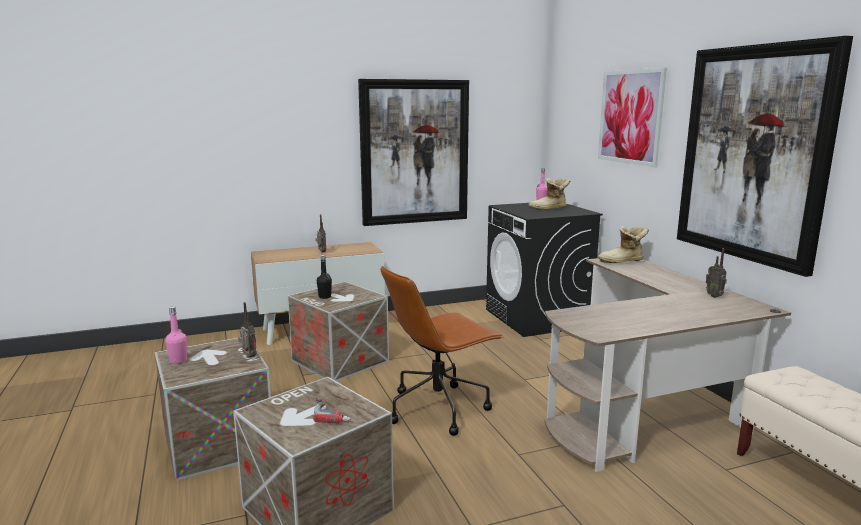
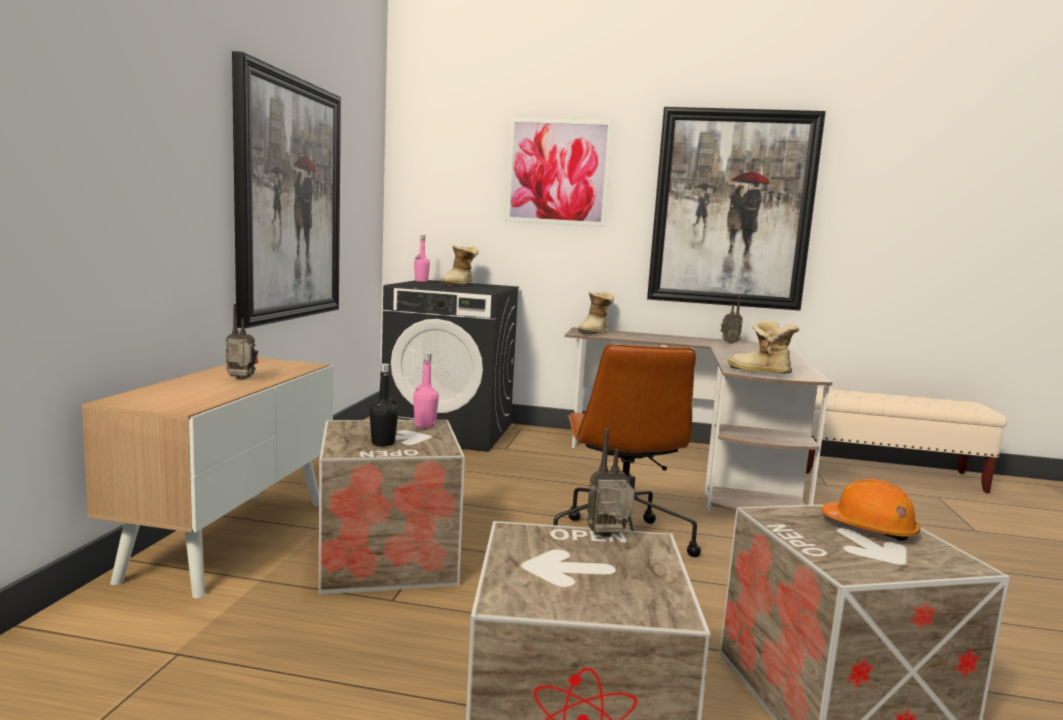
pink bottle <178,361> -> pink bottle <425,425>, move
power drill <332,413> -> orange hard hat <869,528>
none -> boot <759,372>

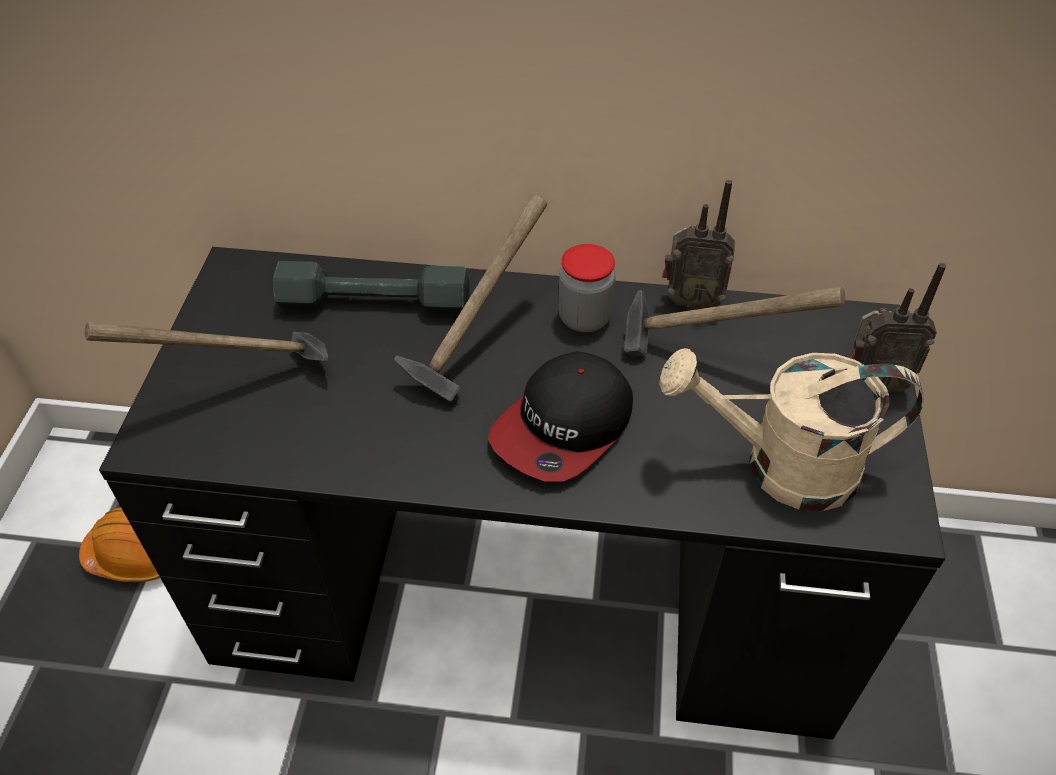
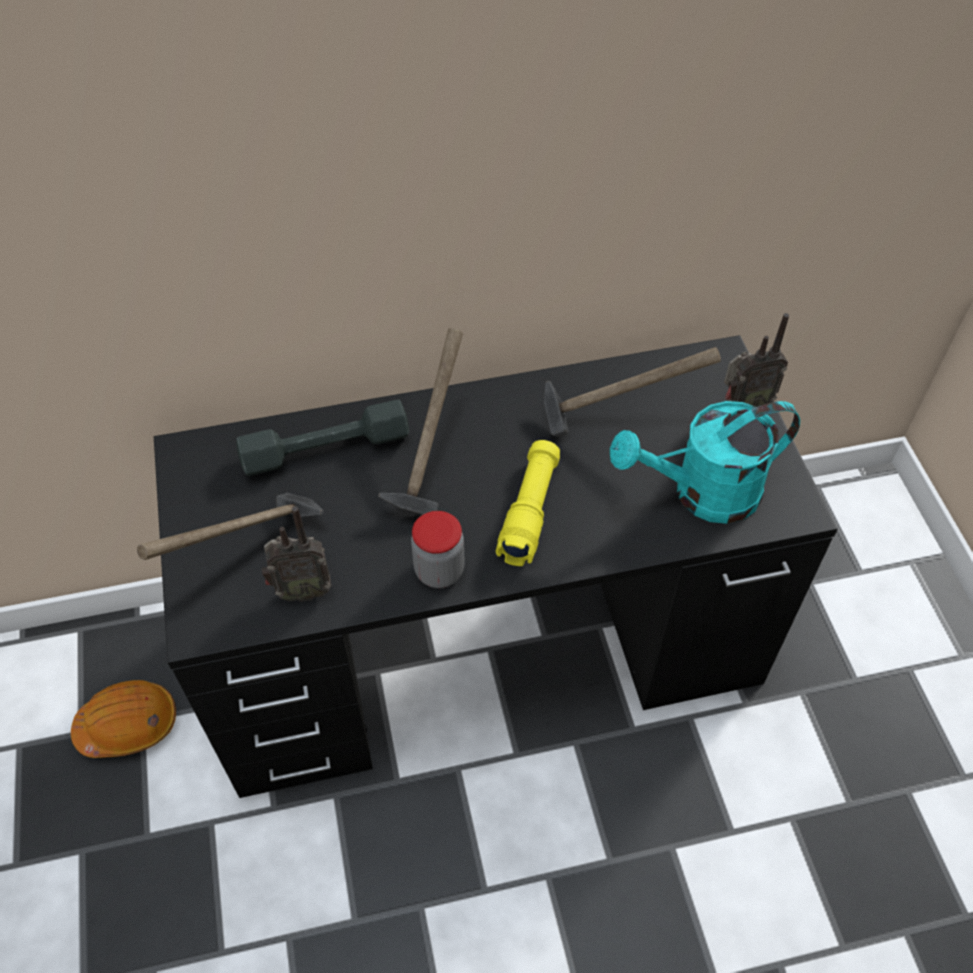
radio <690,301> -> radio <302,590>, move
jar <584,318> -> jar <439,570>, move
beige watering can <780,466> -> turquoise watering can <702,494>
cap <564,427> -> yellow flashlight <529,511>

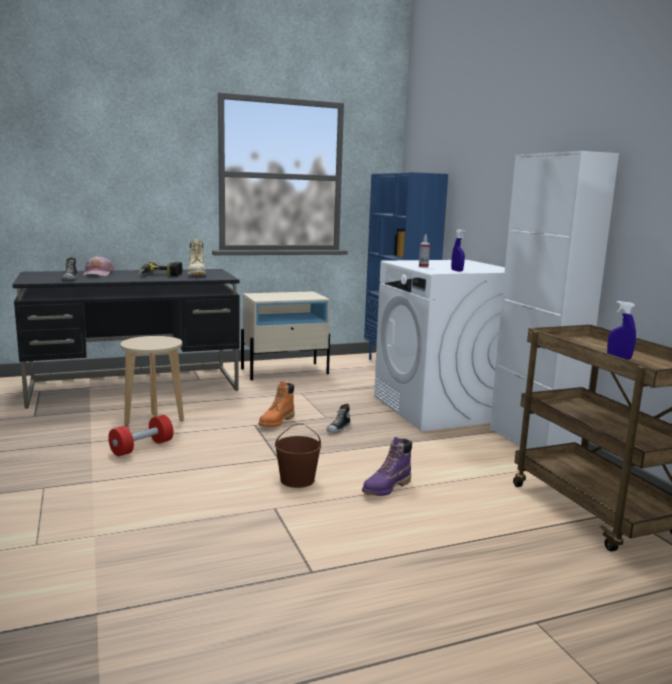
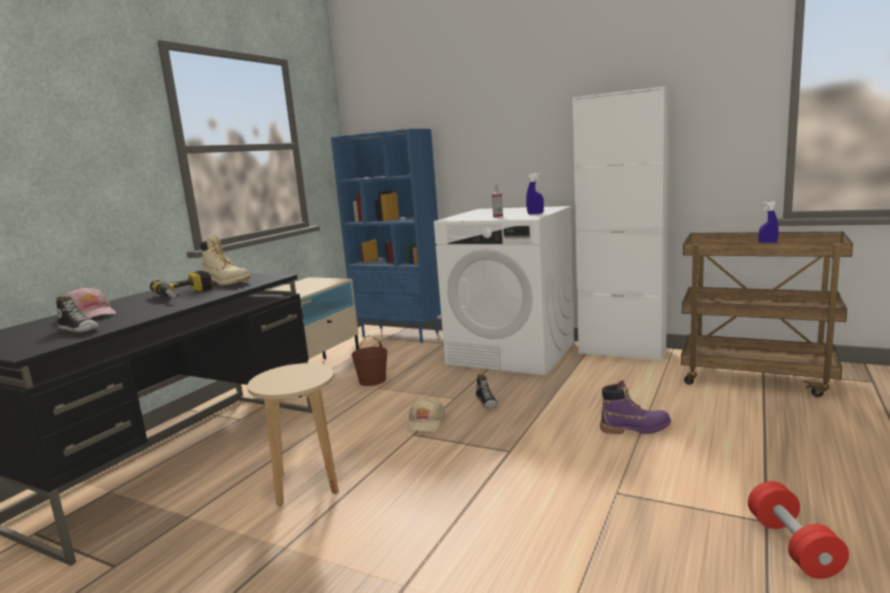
orange boot <276,422> -> beige cap <425,422>
red dumbbell <142,447> -> red dumbbell <792,546>, move
brown bucket <298,479> -> brown bucket <372,380>, move
purple boot <386,488> -> purple boot <635,428>, 90 degrees counterclockwise

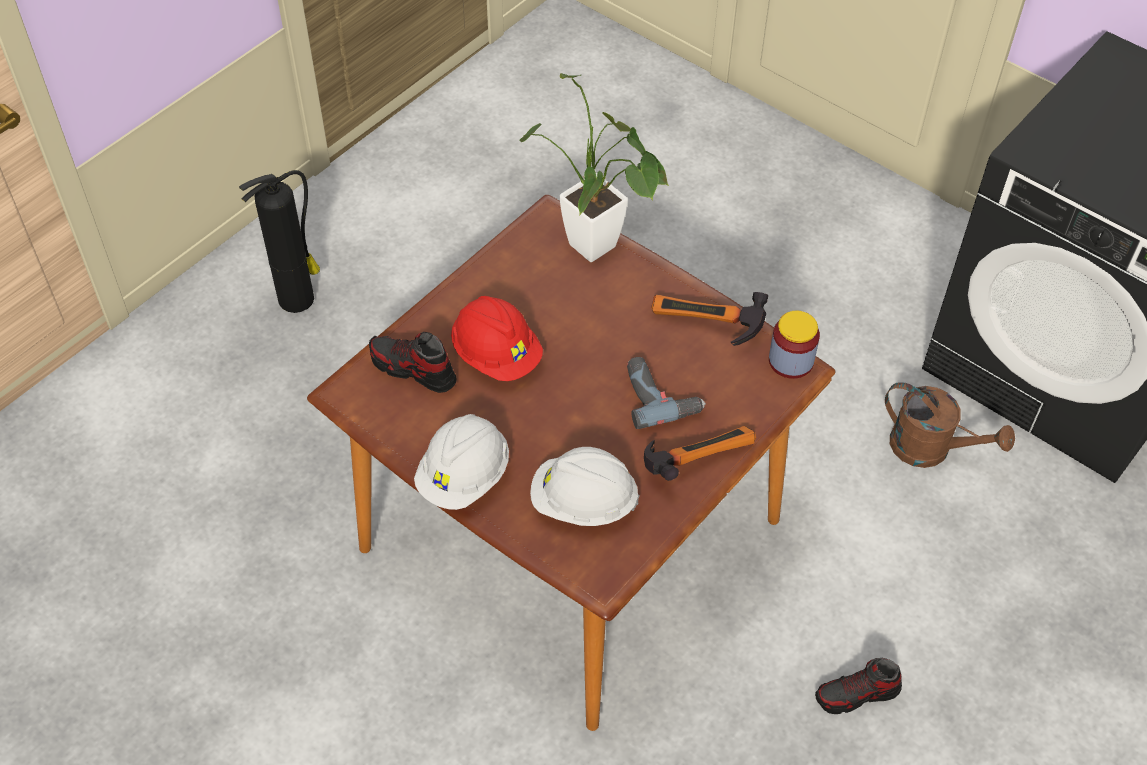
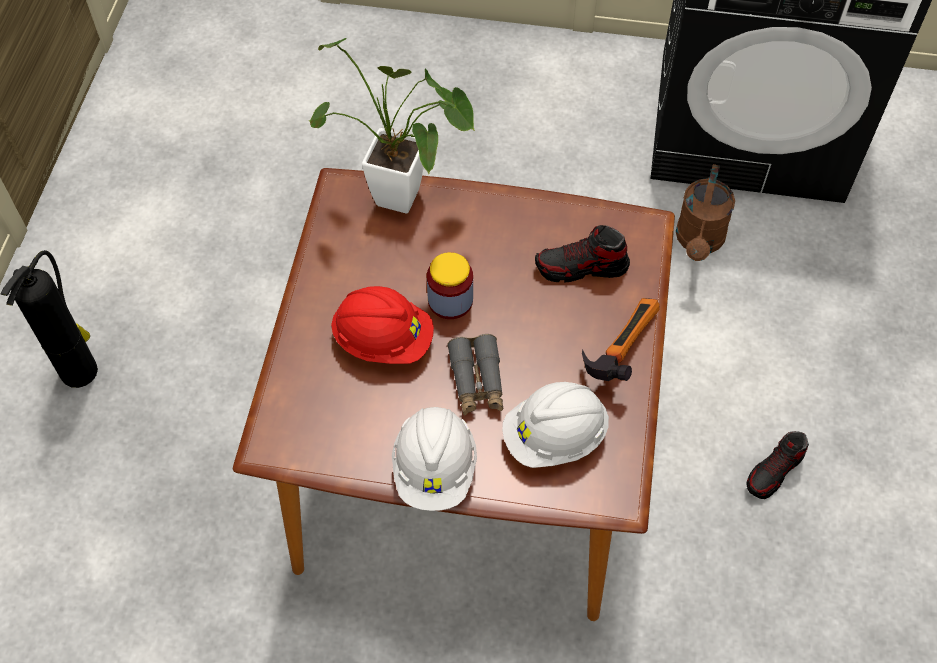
hammer <705,329> -> none
jar <791,361> -> jar <450,301>, move
shoe <413,369> -> shoe <581,268>, move
power drill <660,395> -> none
brown watering can <931,449> -> brown watering can <699,242>, 105 degrees clockwise
none -> grey binoculars <477,381>

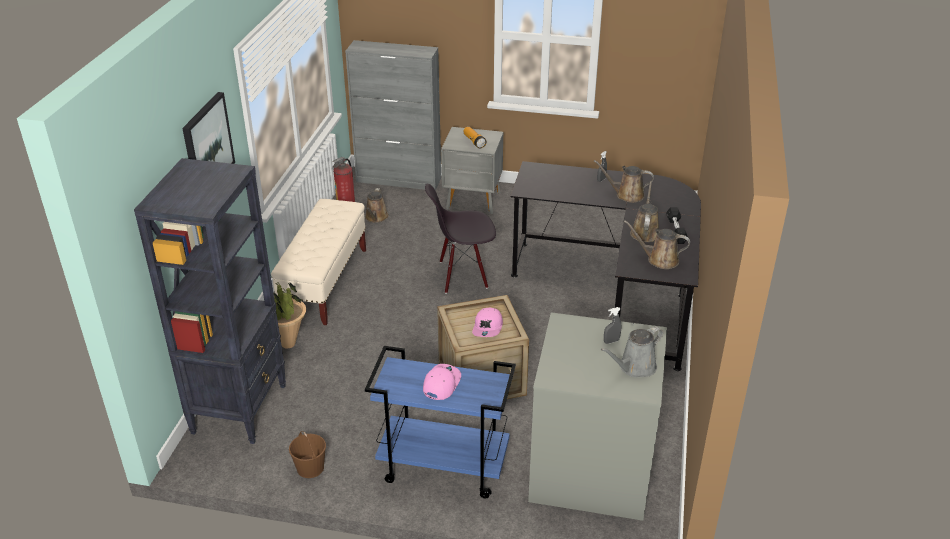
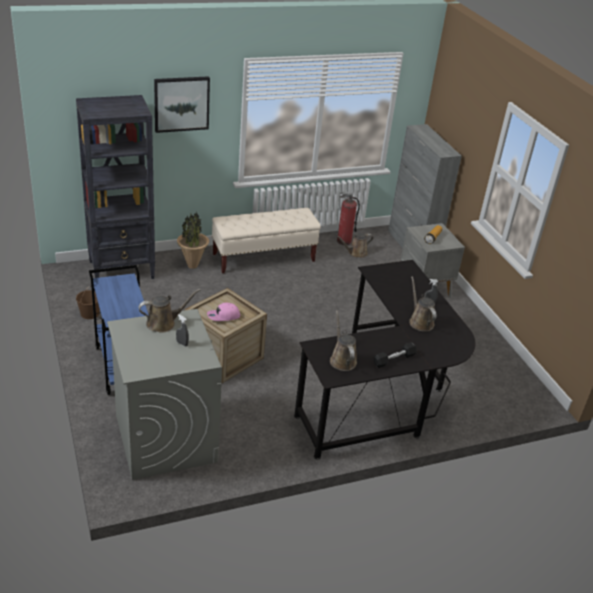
brown watering can <644,232> -> brown watering can <163,323>, move
black chair <462,275> -> none
grey watering can <634,367> -> none
pink cap <441,384> -> none

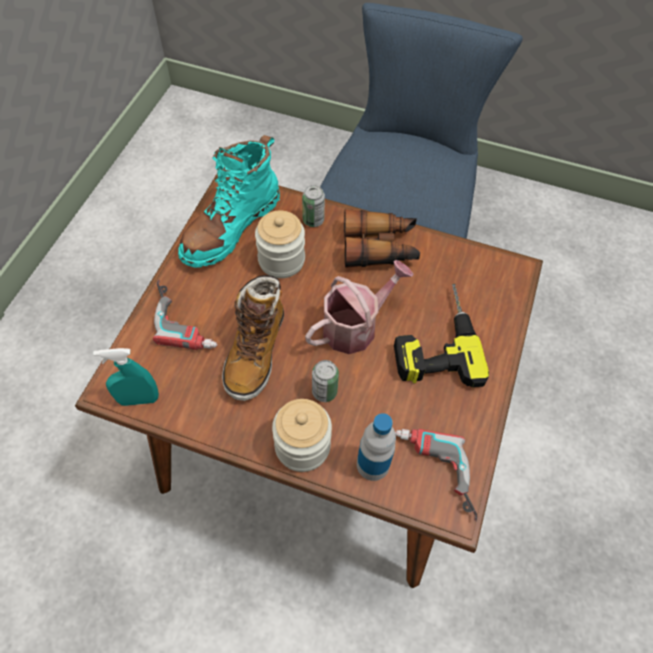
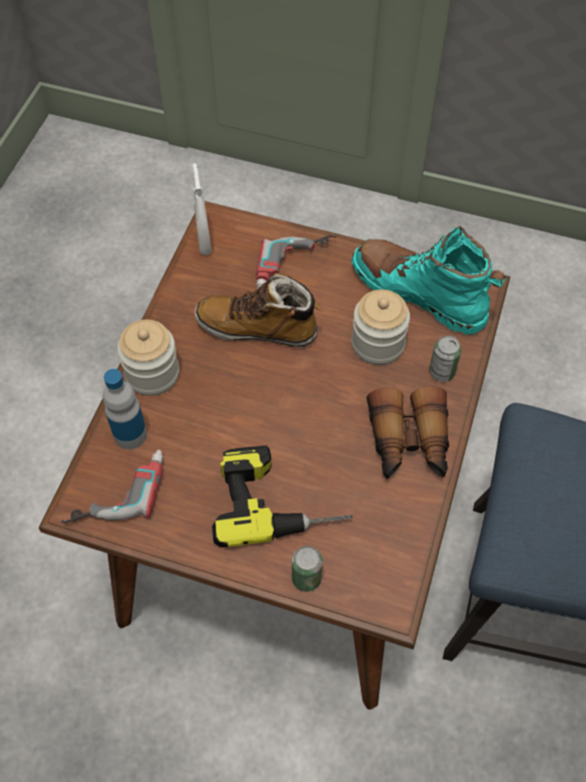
watering can <355,326> -> none
turquoise spray bottle <139,399> -> white spray bottle <204,242>
can <324,391> -> can <306,578>, move

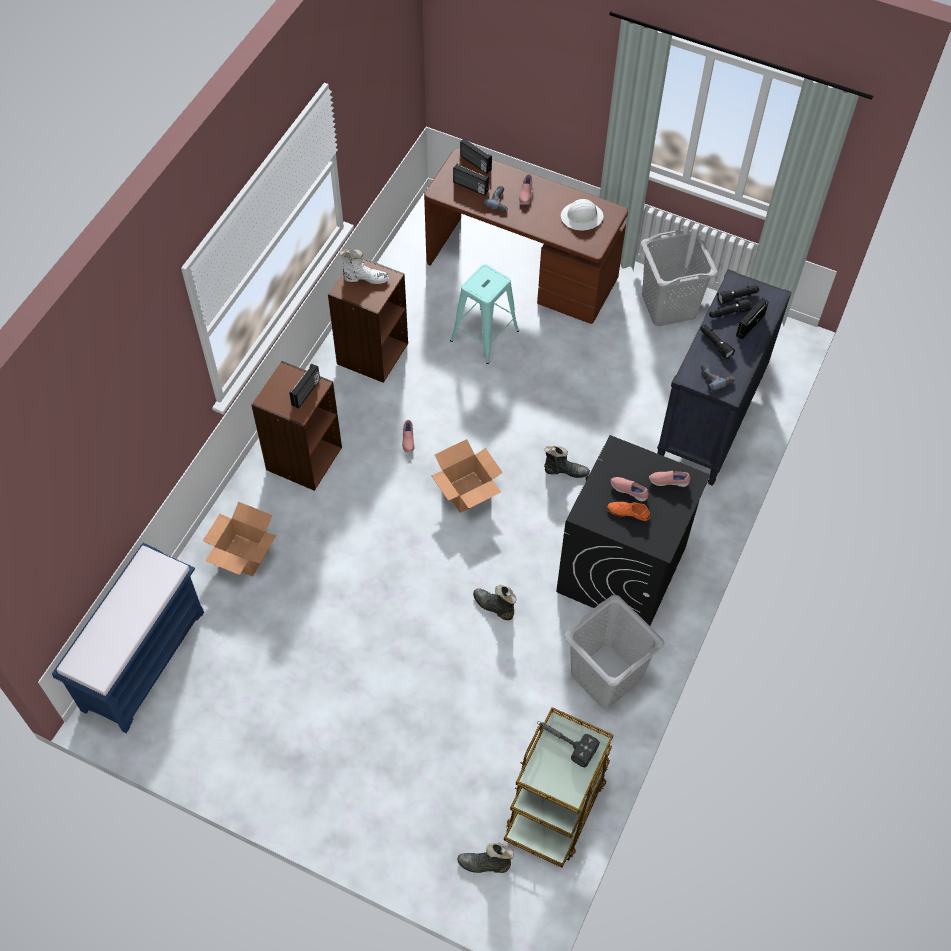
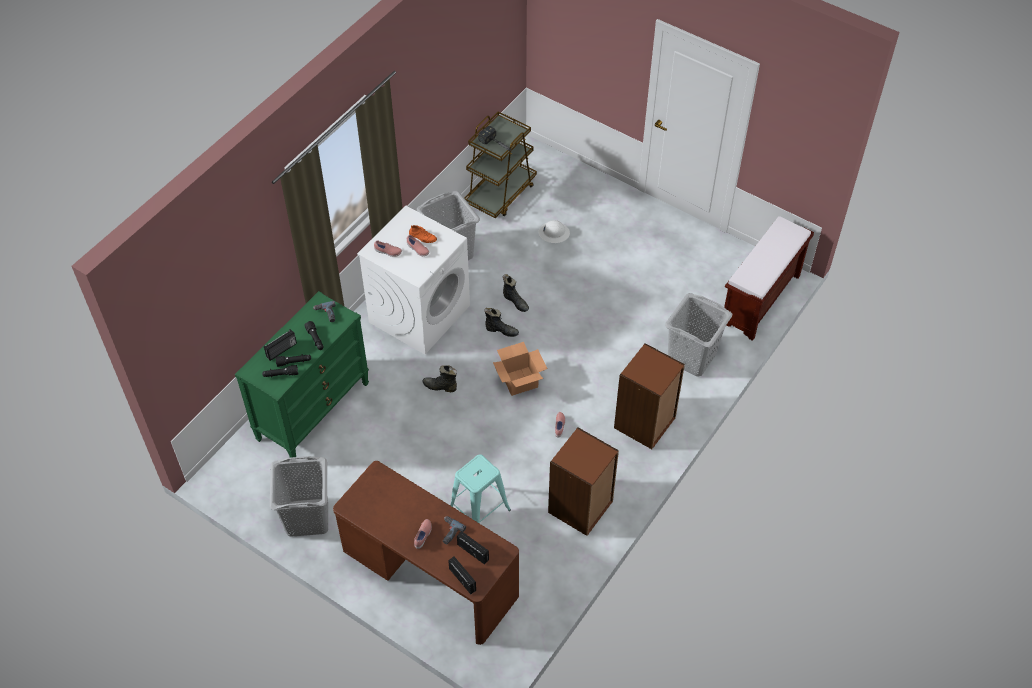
white hard hat <582,217> -> white hard hat <554,233>, move
white boot <365,278> -> none
black dresser <710,421> -> green dresser <313,410>
radio <306,393> -> none
black washing machine <621,570> -> white washing machine <419,313>
cardboard box <245,555> -> grey laundry basket <691,357>
blue bench <144,659> -> brown bench <760,300>
black boot <485,864> -> black boot <501,330>, move

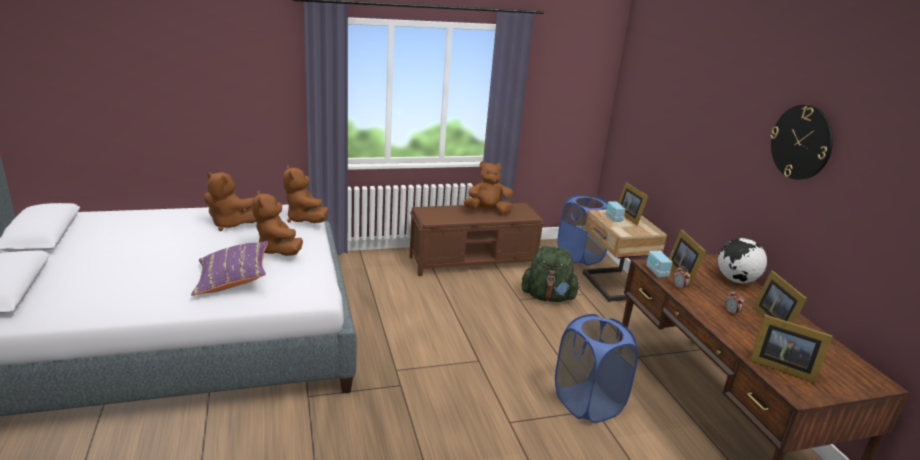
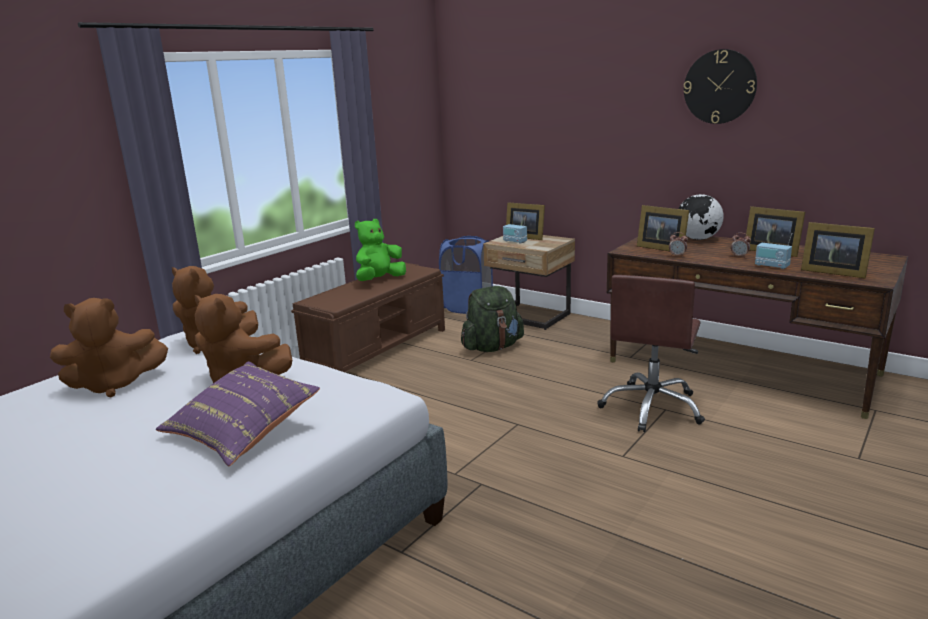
brown plush toy <487,211> -> green plush toy <379,280>
radio <656,272> -> radio <772,266>, move
blue laundry basket <587,403> -> brown office chair <652,408>
picture frame <780,366> -> picture frame <831,272>, 45 degrees clockwise

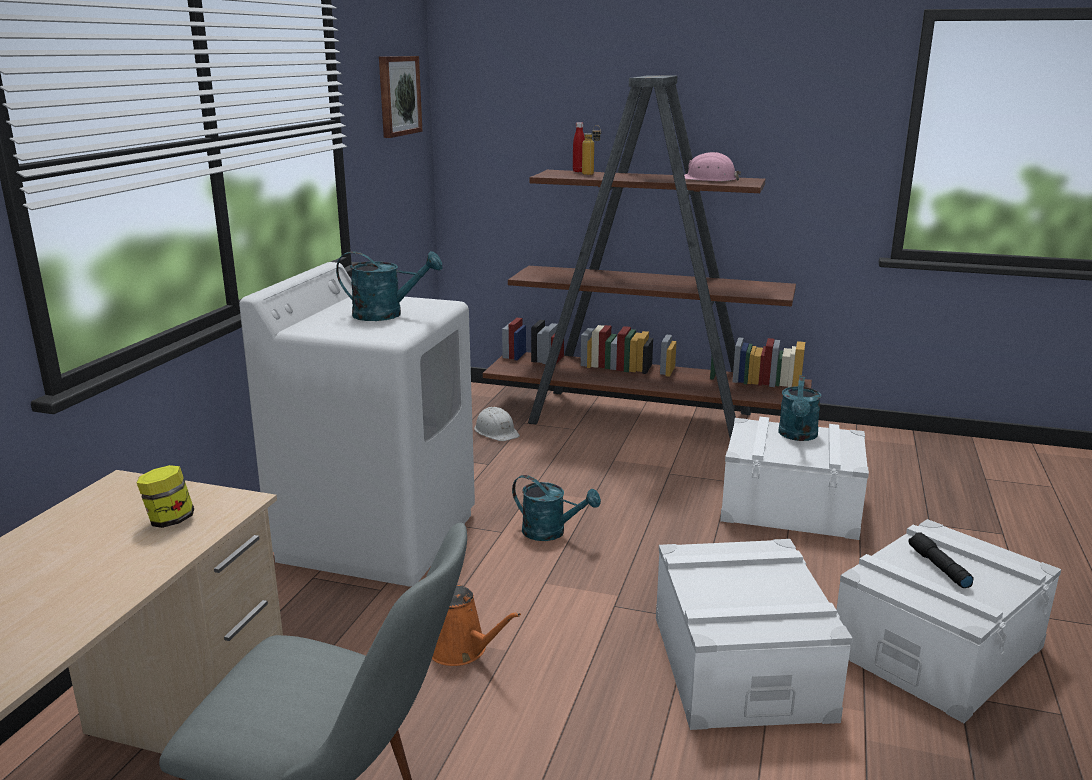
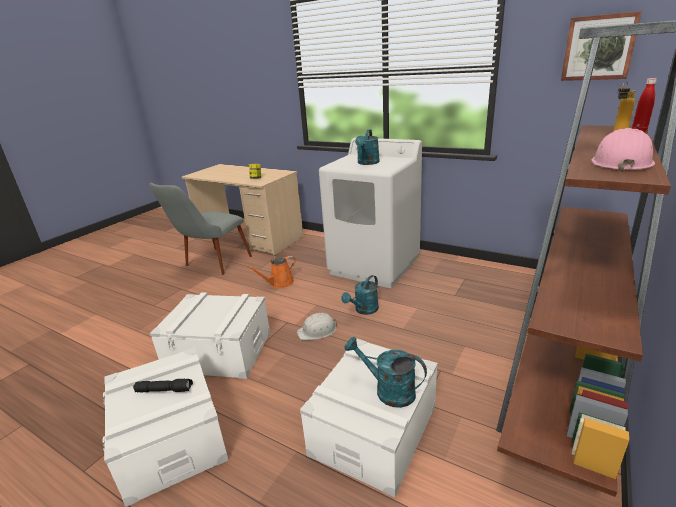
white hard hat <496,431> -> white hard hat <317,331>, move

